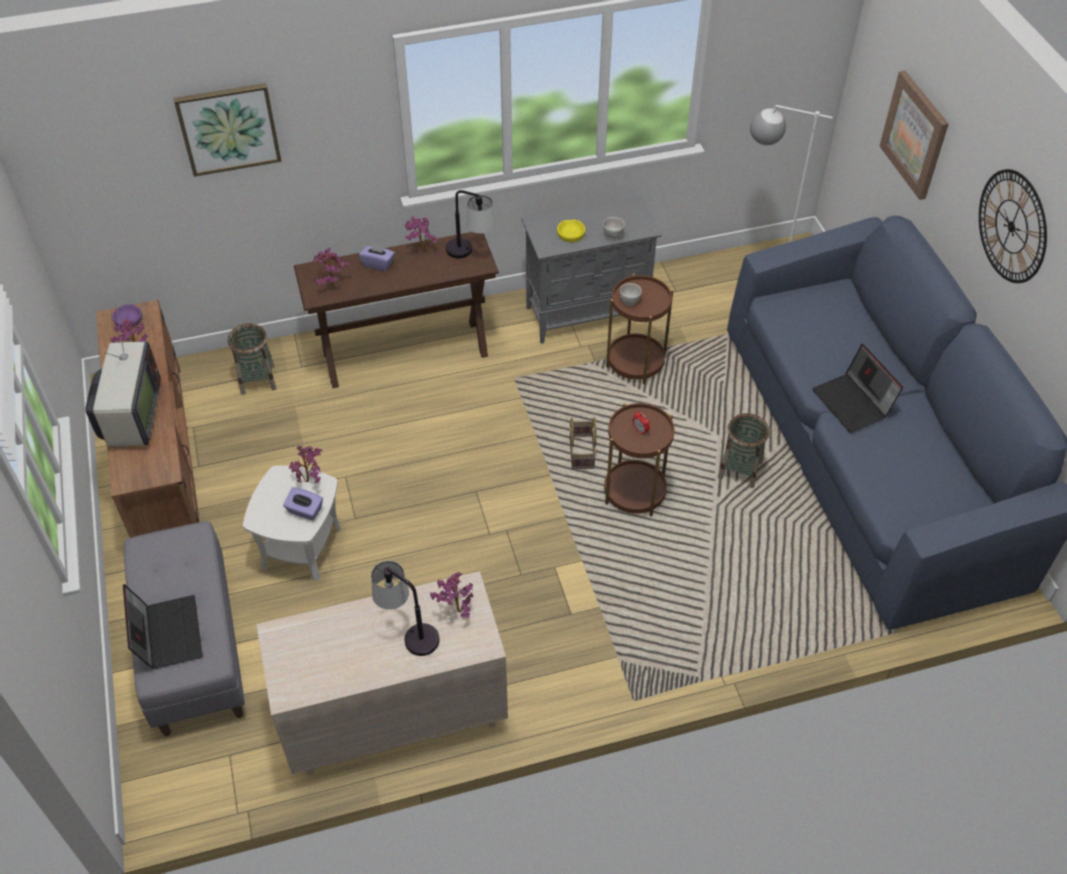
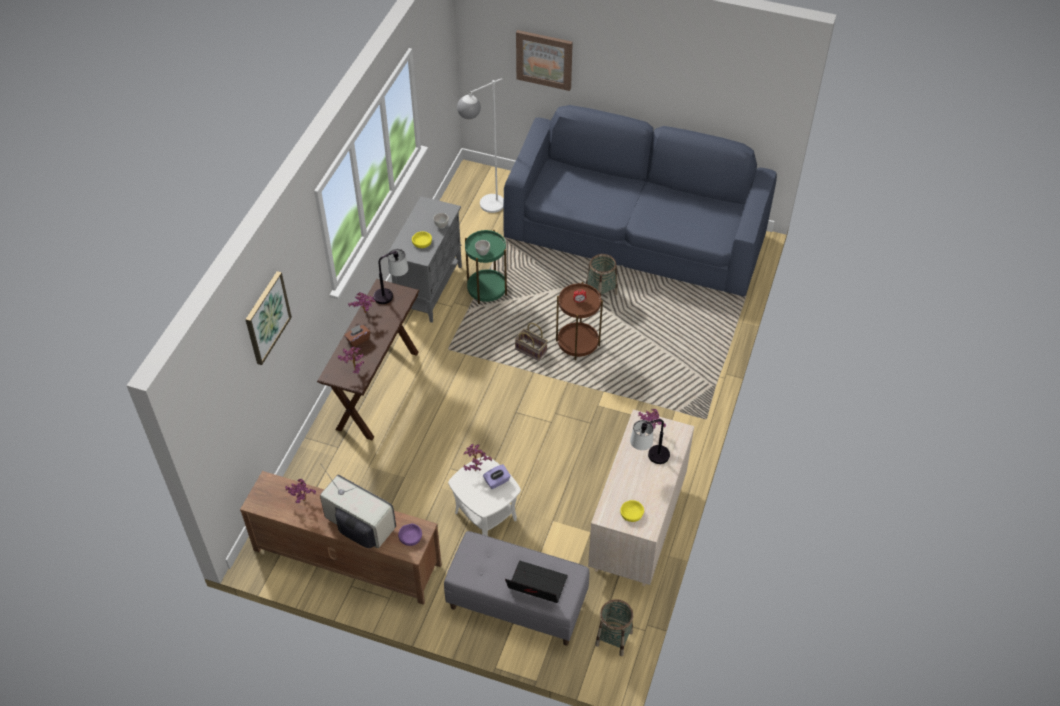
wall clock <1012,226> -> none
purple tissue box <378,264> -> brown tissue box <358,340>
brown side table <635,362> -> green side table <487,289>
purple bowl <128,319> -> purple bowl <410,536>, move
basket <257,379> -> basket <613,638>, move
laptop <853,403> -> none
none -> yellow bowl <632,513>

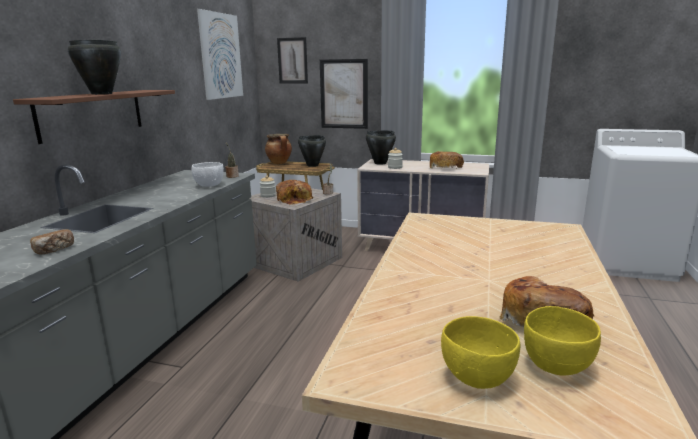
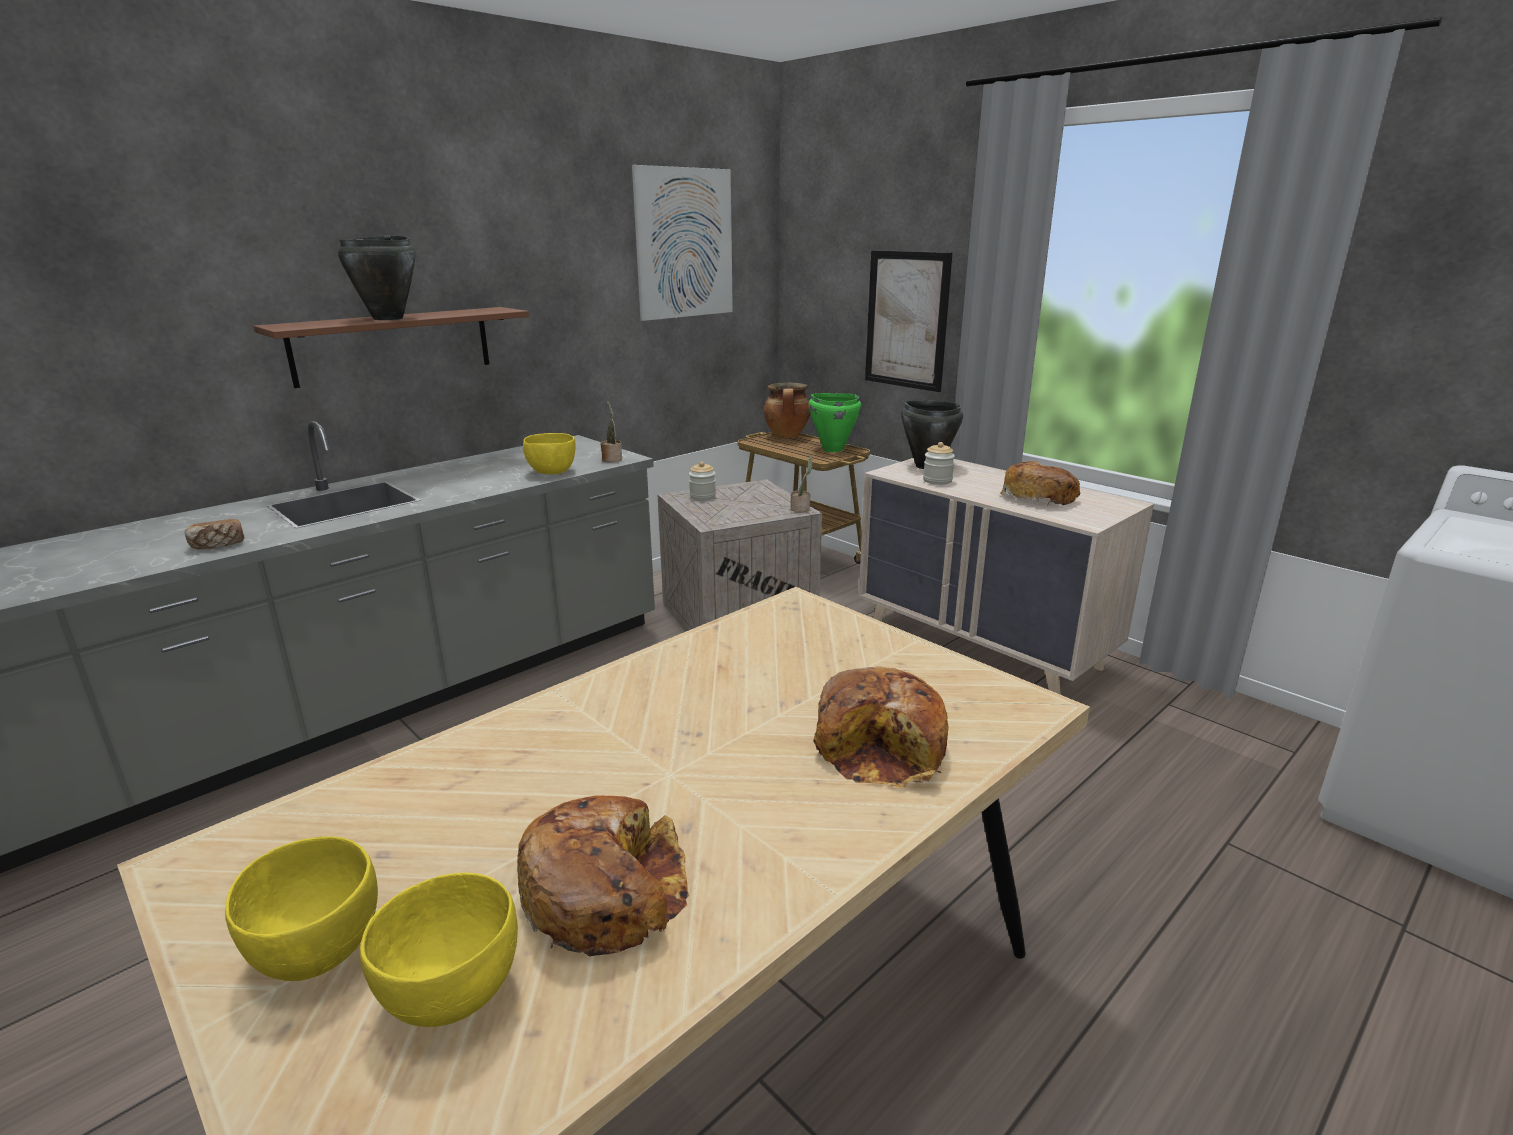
picture <292,60> -> none
black cooking pot <312,165> -> green cooking pot <832,449>
white bowl <209,186> -> yellow bowl <551,472>
bread <295,199> -> bread <882,747>, move

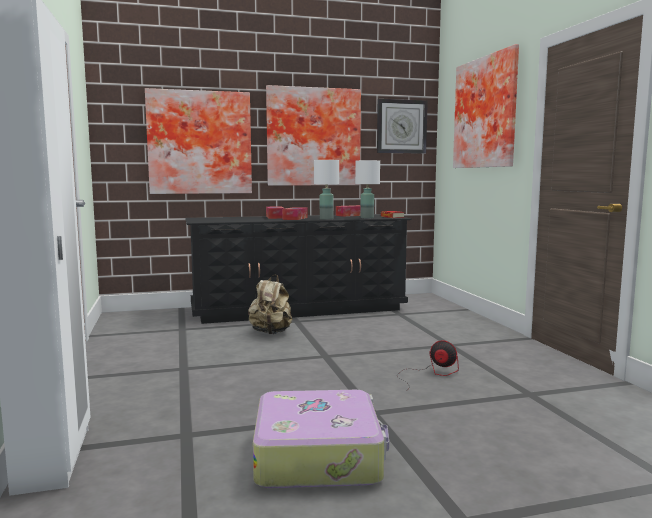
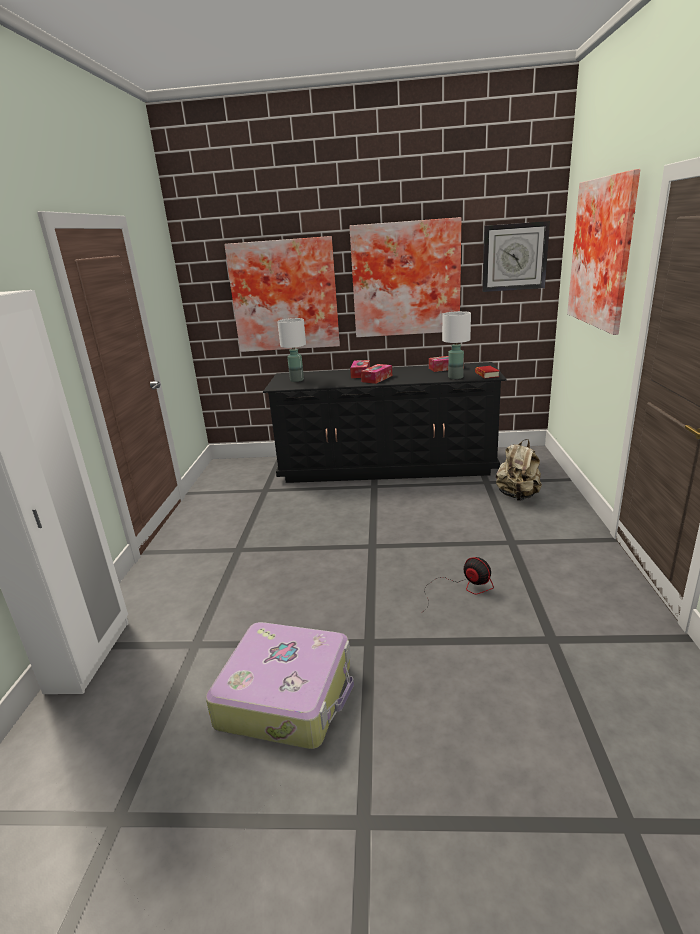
white table lamp <326,219> -> white table lamp <297,380>, move
beige backpack <271,333> -> beige backpack <518,496>, move

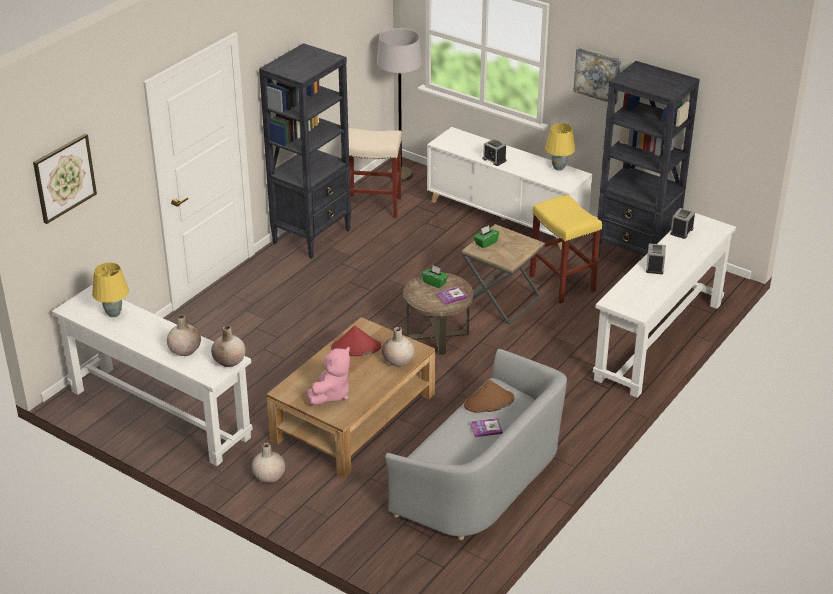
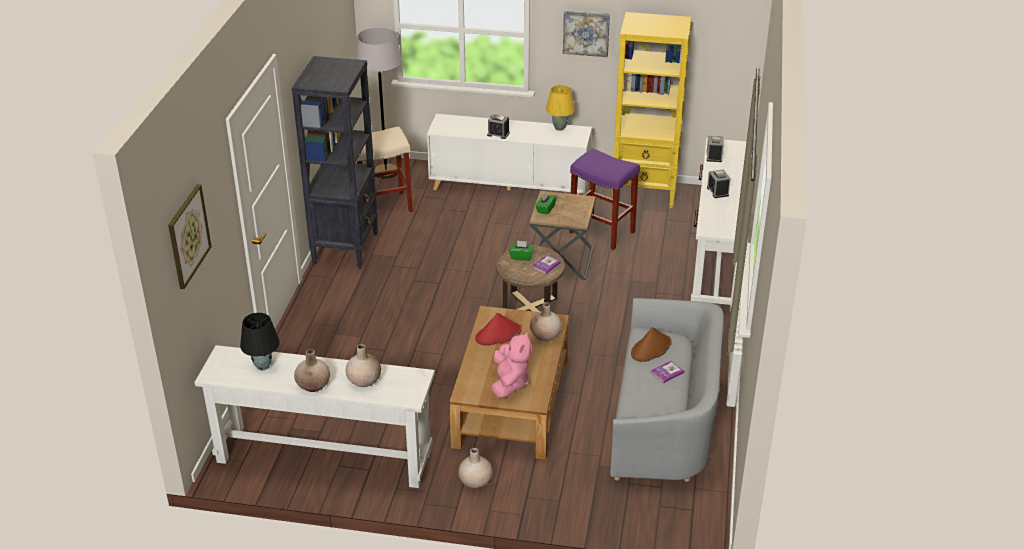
black bookcase <636,256> -> yellow bookcase <645,193>
yellow stool <563,284> -> purple stool <603,232>
yellow table lamp <114,314> -> black table lamp <263,366>
beige vase <229,361> -> beige vase <313,385>, move

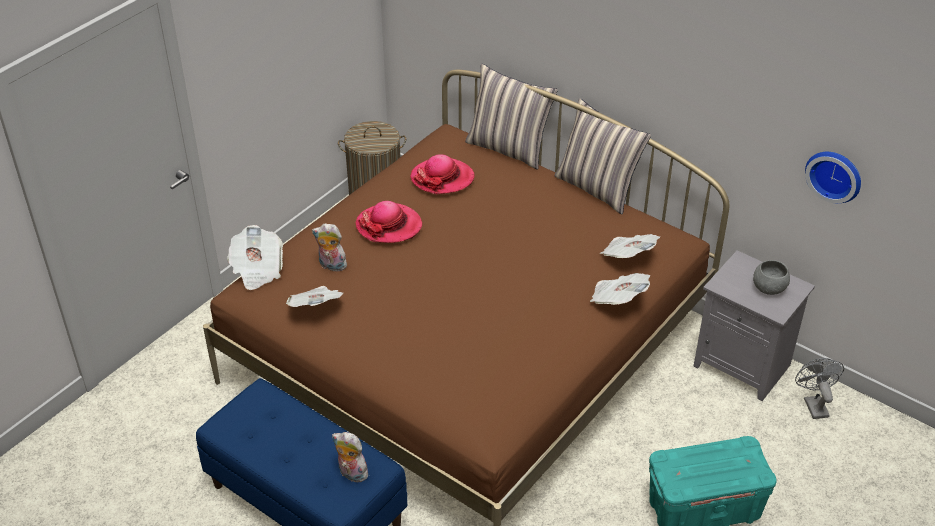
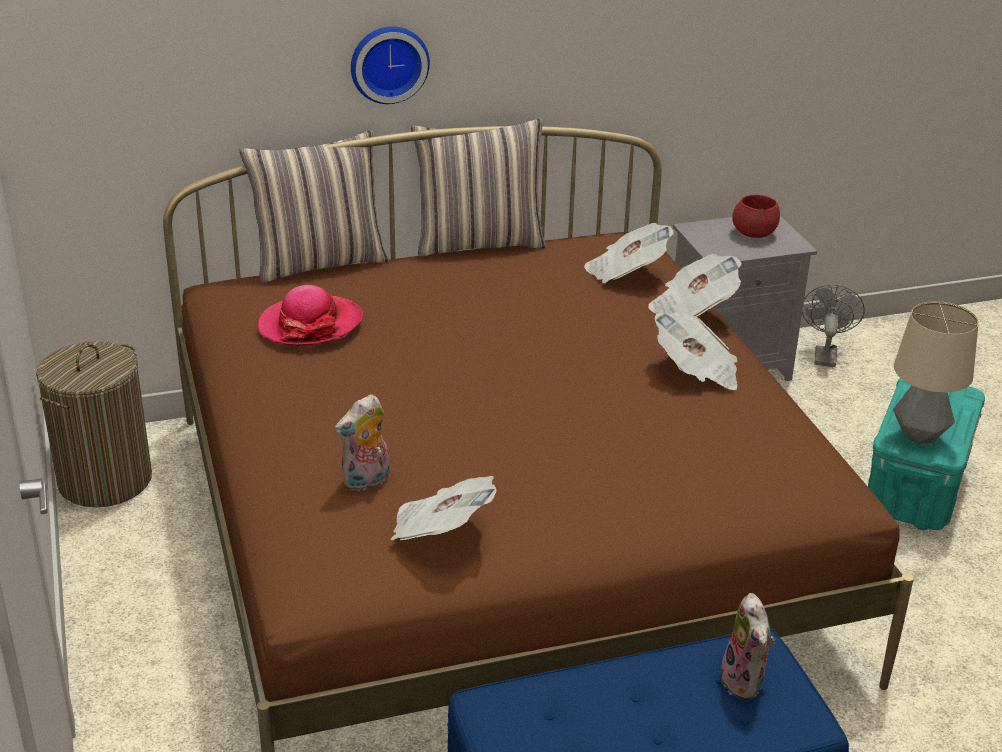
wall clock <835,174> -> wall clock <388,63>, move
hat <389,226> -> none
newspaper <257,269> -> newspaper <696,372>, move
grey bowl <768,288> -> red bowl <754,234>
grey fan <813,404> -> grey fan <825,354>, 75 degrees clockwise
plush toy <351,474> -> plush toy <746,682>, 75 degrees counterclockwise
none -> table lamp <919,435>

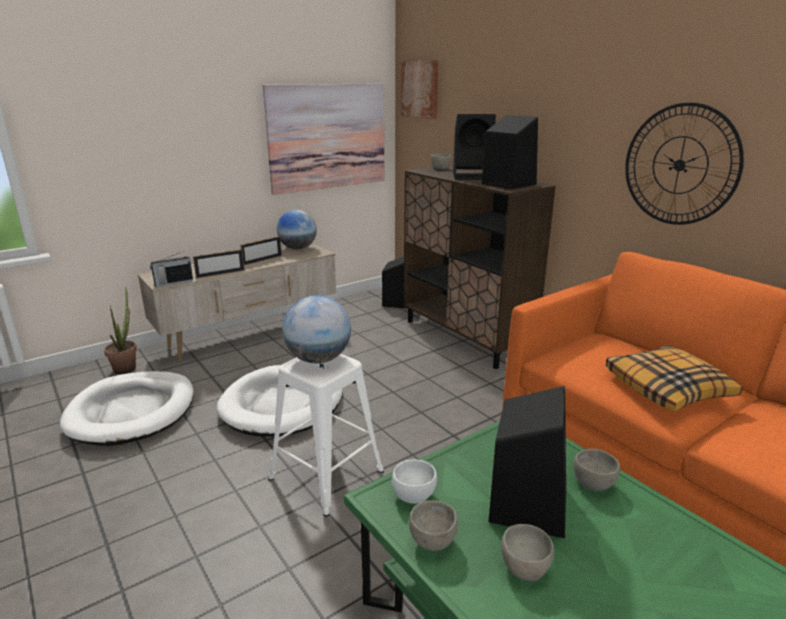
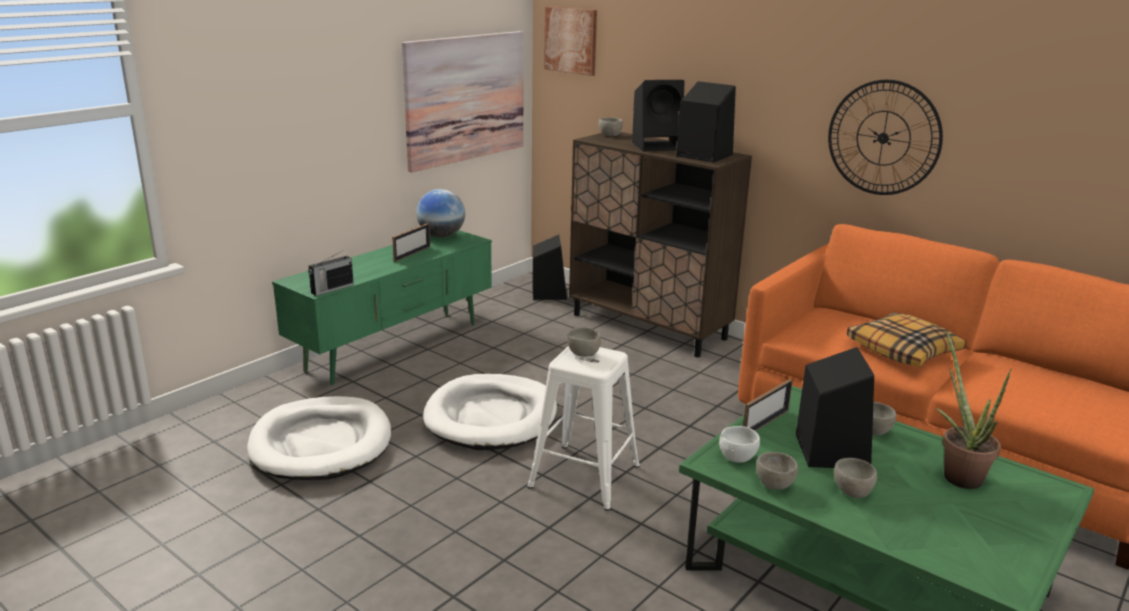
beige tv stand <249,335> -> green tv stand <395,347>
picture frame <220,274> -> picture frame <765,423>, move
potted plant <127,367> -> potted plant <957,474>, move
globe <318,359> -> grey bowl <583,354>

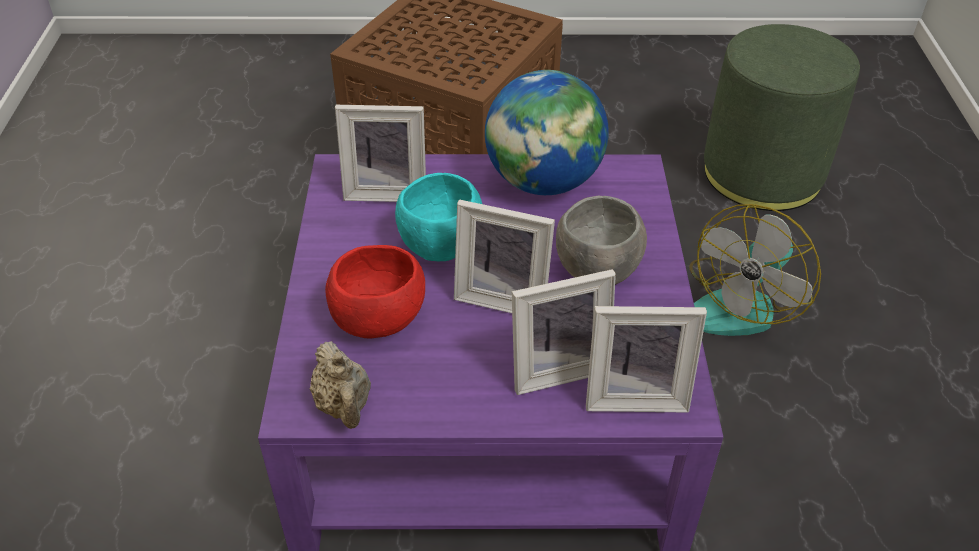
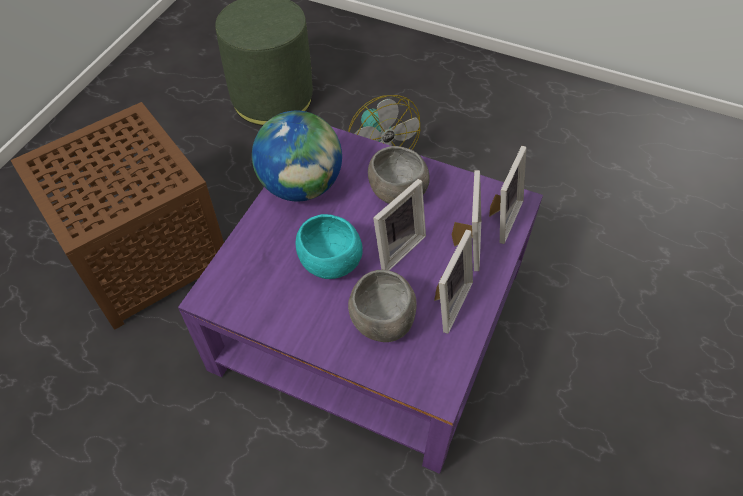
picture frame <386,190> -> picture frame <446,302>, move
red bowl <376,321> -> grey bowl <382,323>
beige teapot <344,406> -> none

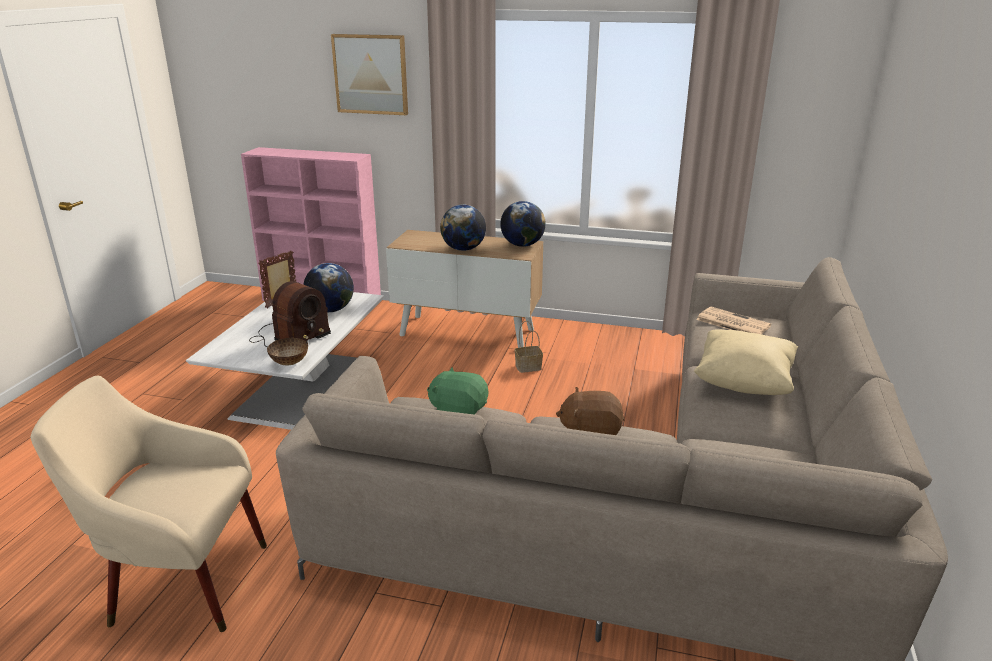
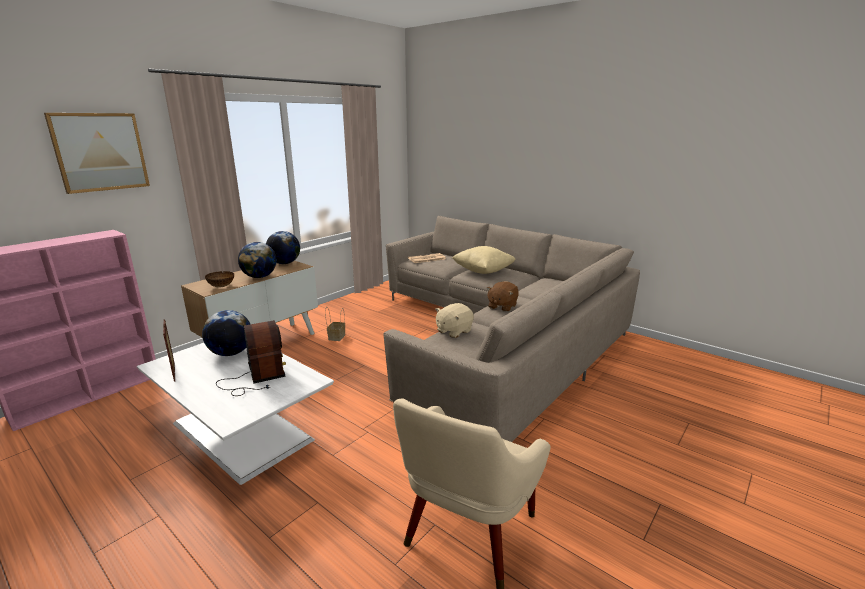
bowl <289,363> -> bowl <221,286>, move
green plush toy <458,411> -> beige plush toy <453,331>

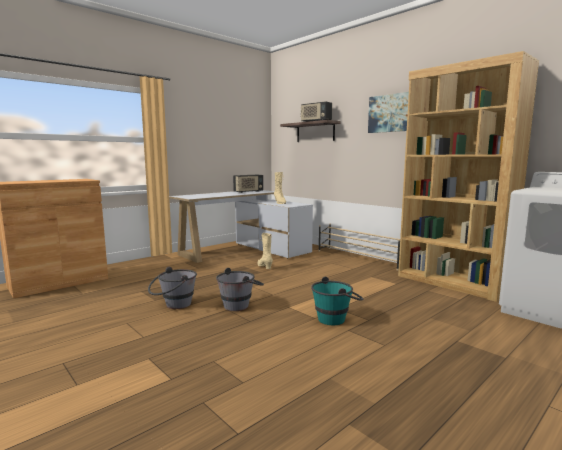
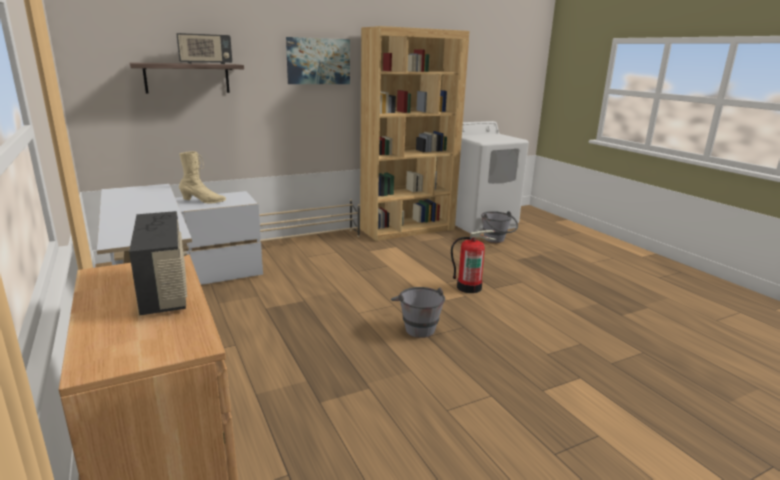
radio <248,191> -> radio <166,290>, move
beige boot <264,267> -> none
grey bucket <173,305> -> grey bucket <497,241>, move
turquoise bucket <336,318> -> fire extinguisher <469,287>

